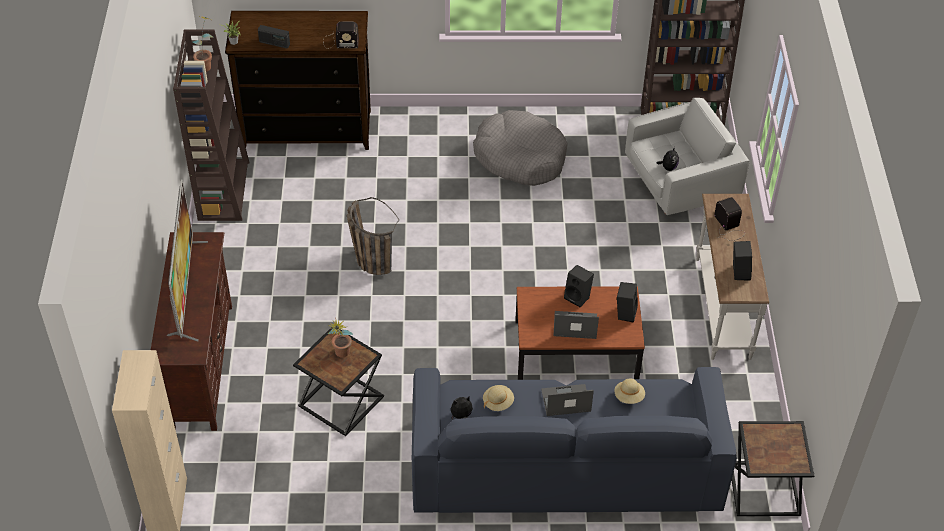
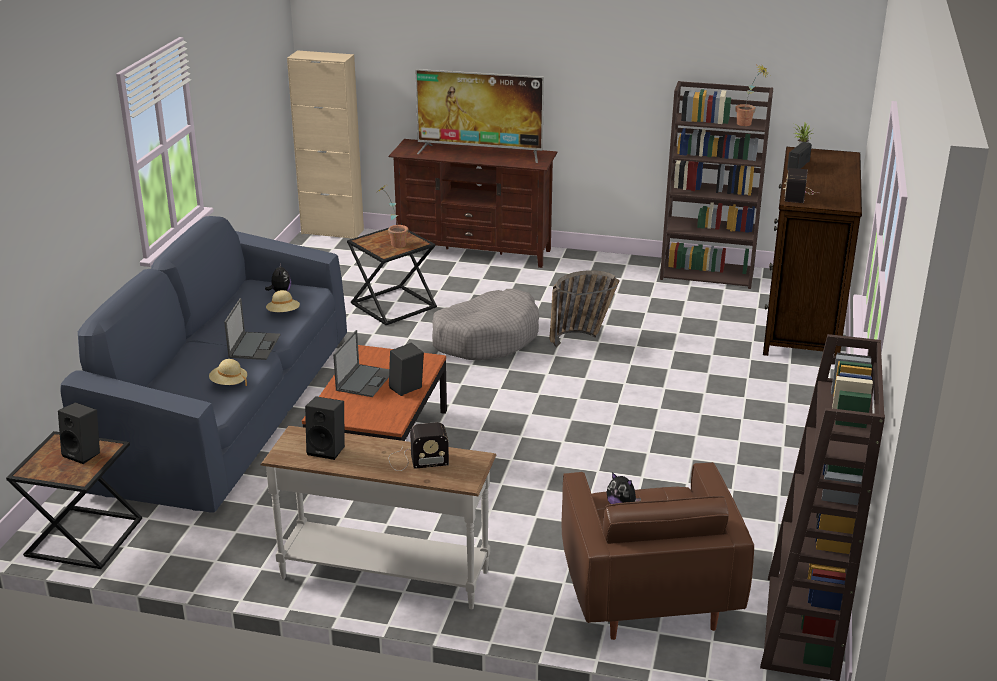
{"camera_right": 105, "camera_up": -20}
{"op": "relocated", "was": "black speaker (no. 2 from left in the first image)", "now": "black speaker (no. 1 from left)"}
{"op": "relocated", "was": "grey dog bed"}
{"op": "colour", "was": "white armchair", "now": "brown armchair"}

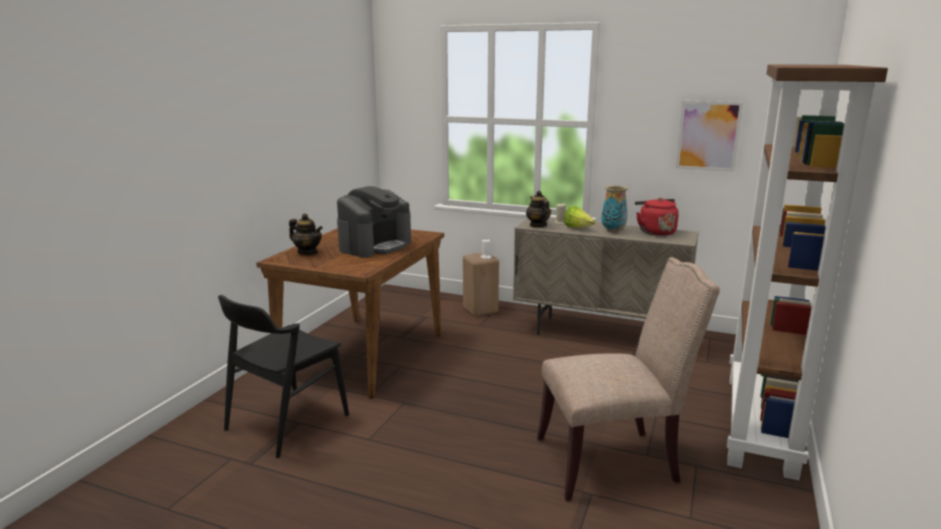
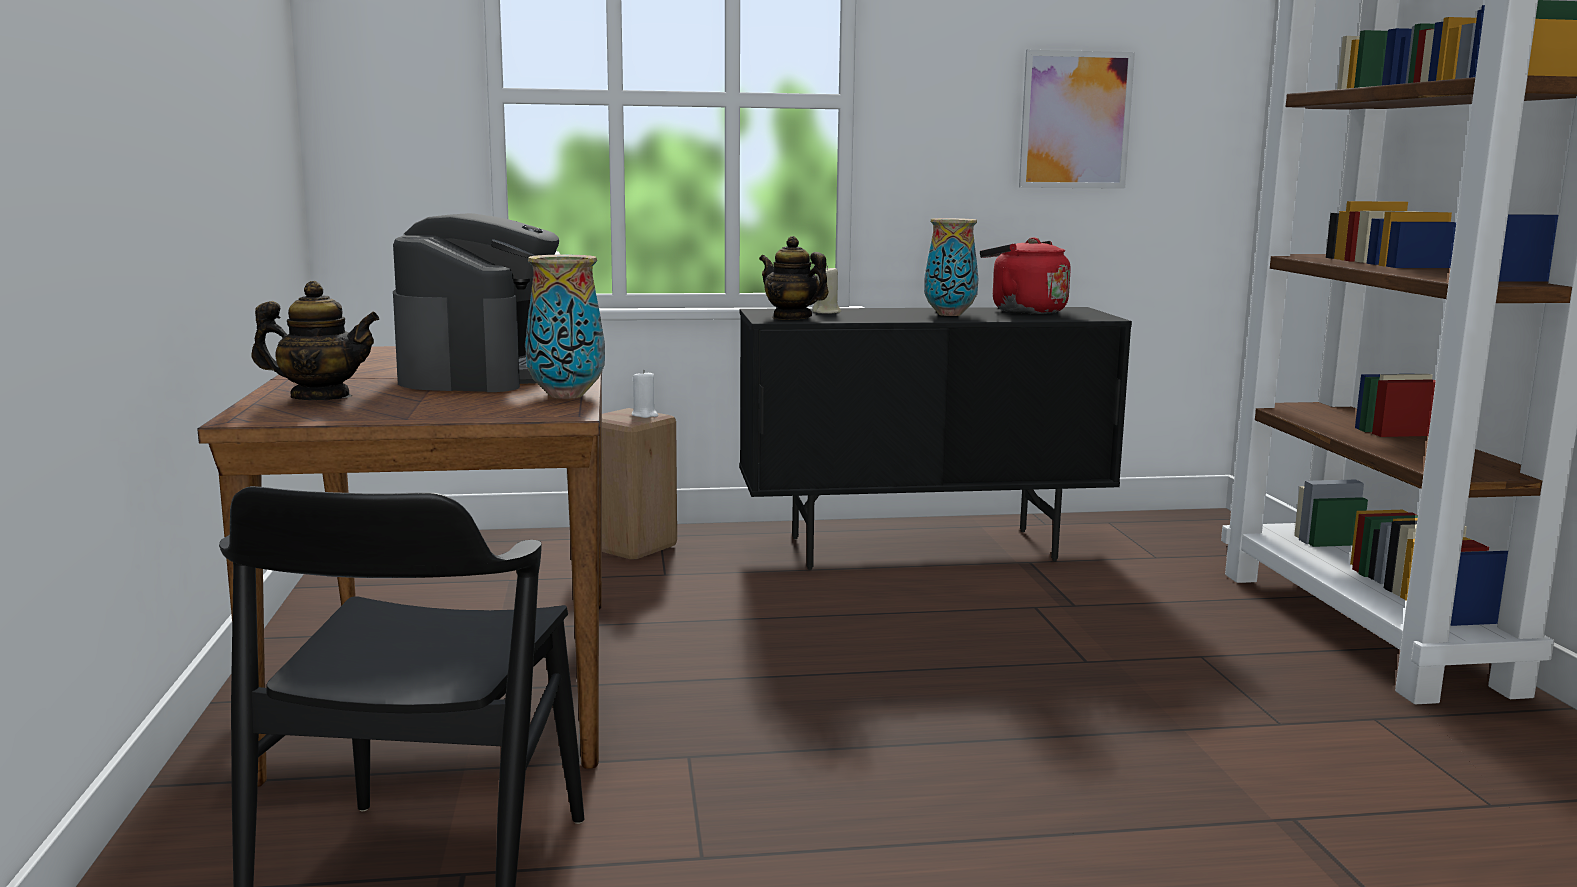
{"camera_right": -30, "camera_up": -5}
{"op": "appeared", "now": "vase (no. 1 from left)"}
{"op": "colour", "was": "beige cabinet", "now": "black cabinet"}
{"op": "missing", "was": "beige chair"}
{"op": "missing", "was": "lettuce"}

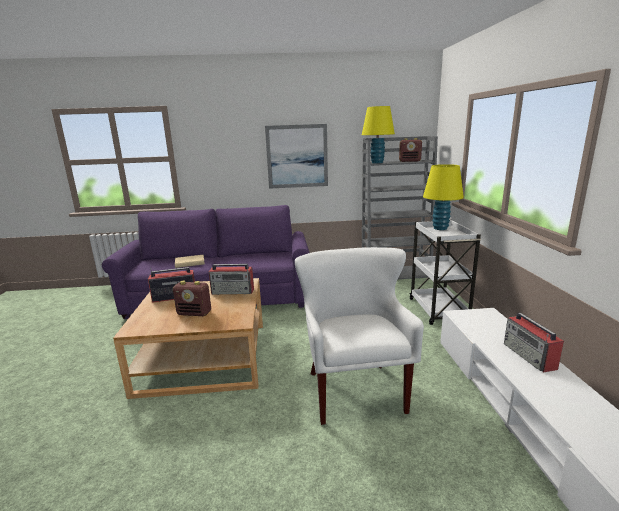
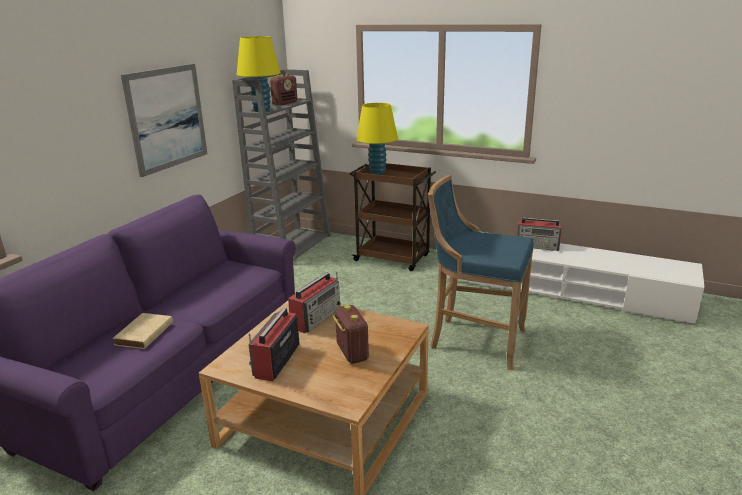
{"camera_right": -60, "camera_up": 5}
{"op": "spun", "was": "radio (no. 2 from left in the first image)", "clockwise": -60}
{"op": "colour", "was": "white cart", "now": "brown cart"}
{"op": "exchanged", "was": "white armchair", "now": "blue stool"}

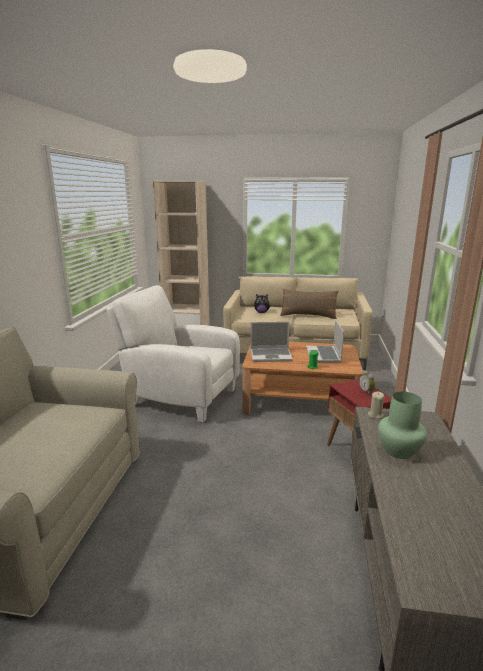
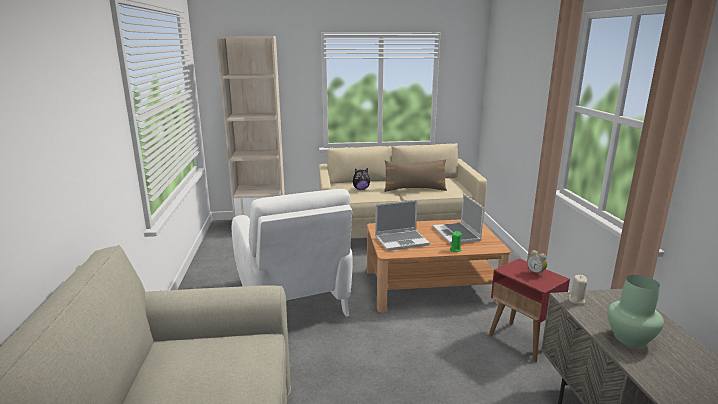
{"camera_right": -15, "camera_up": 0}
{"op": "spun", "was": "white armchair", "clockwise": -120}

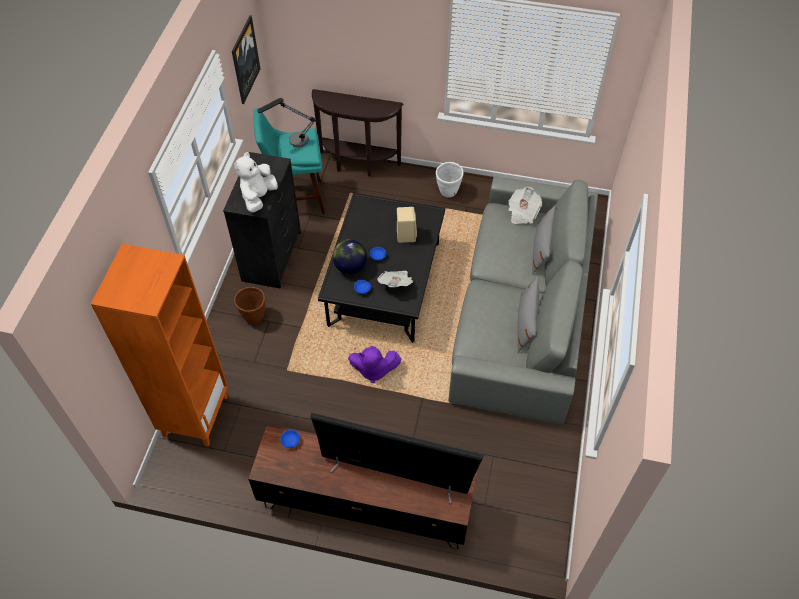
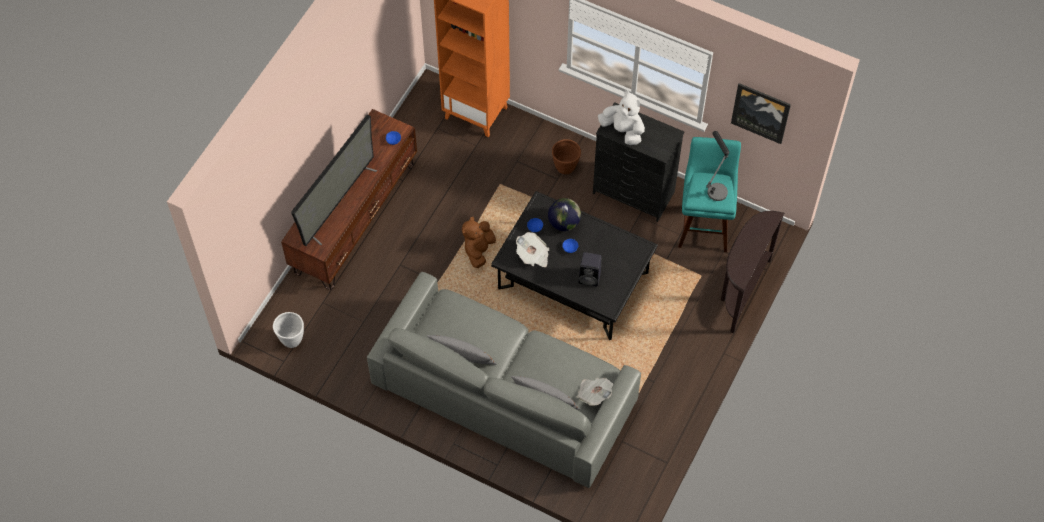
{"camera_right": 105, "camera_up": 5}
{"op": "relocated", "was": "white planter"}
{"op": "colour", "was": "purple plush toy", "now": "brown plush toy"}
{"op": "colour", "was": "beige speaker", "now": "black speaker"}

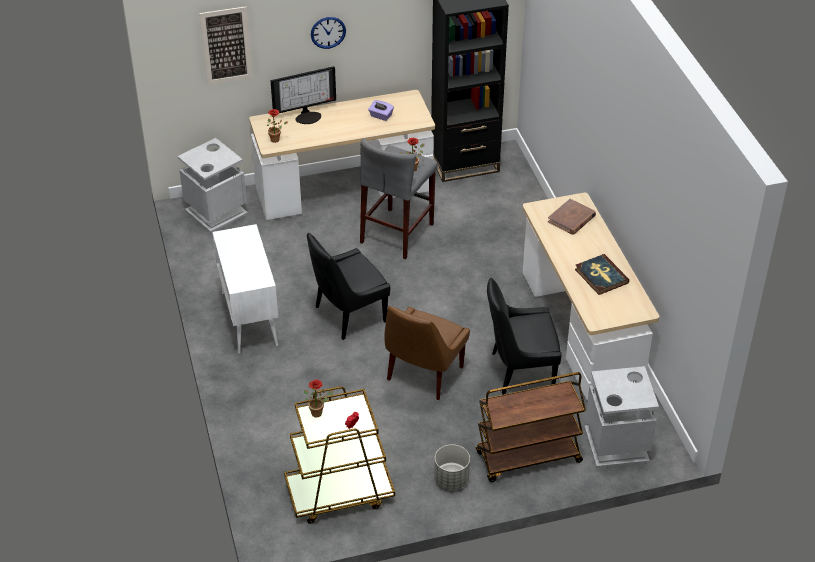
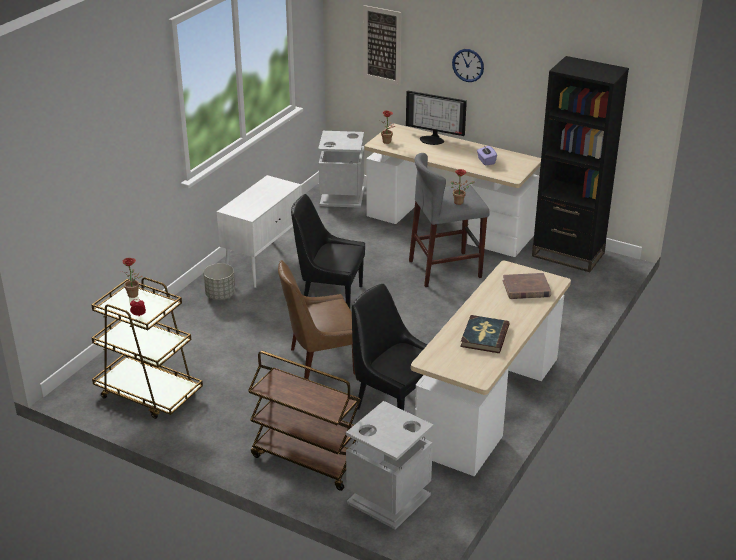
{"camera_right": 45, "camera_up": -10}
{"op": "relocated", "was": "grey planter"}

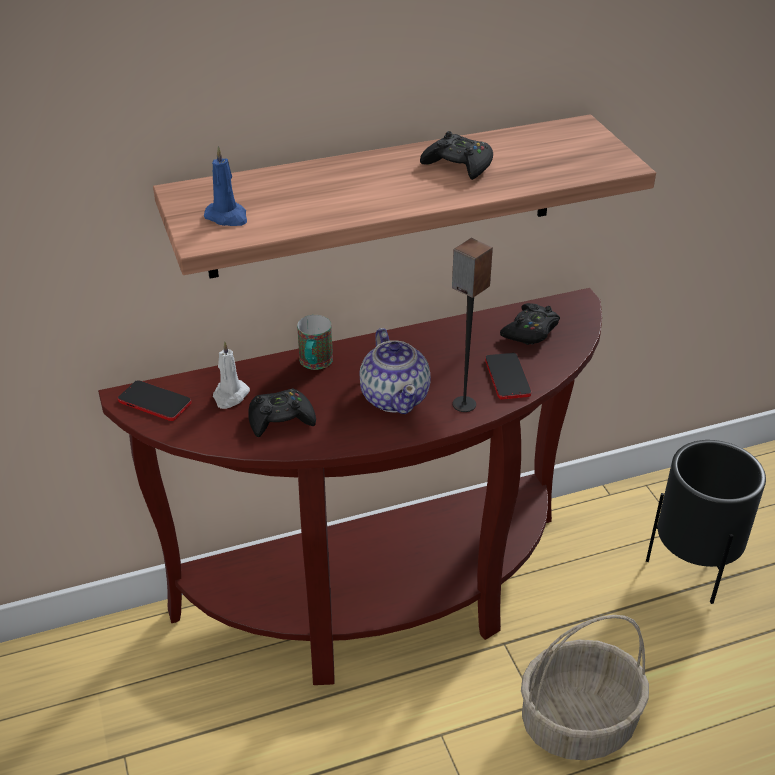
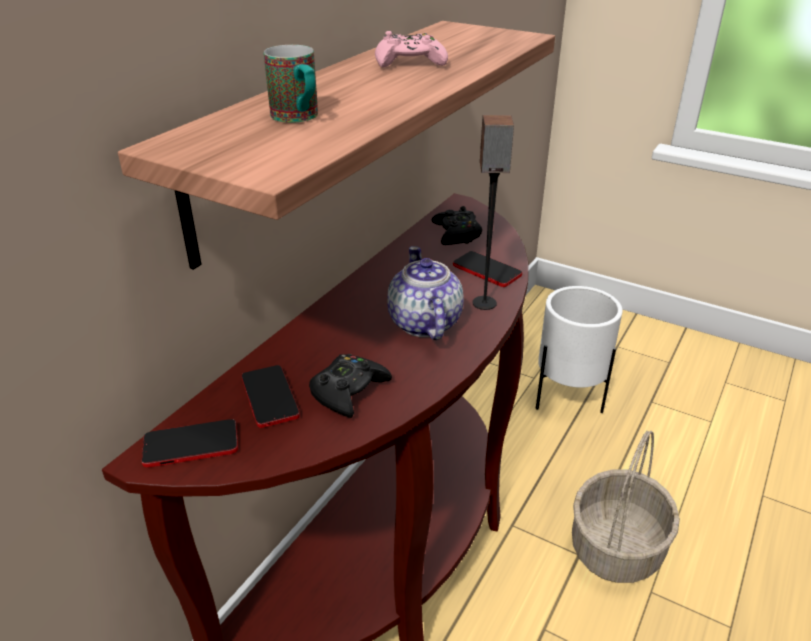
{"camera_right": -40, "camera_up": -5}
{"op": "exchanged", "was": "white candle", "now": "phone (no. 2 from left)"}
{"op": "relocated", "was": "mug"}
{"op": "colour", "was": "black game controller (no. 2 from left)", "now": "pink game controller"}
{"op": "spun", "was": "teapot", "clockwise": -135}
{"op": "colour", "was": "black planter", "now": "white planter"}
{"op": "missing", "was": "blue candle"}

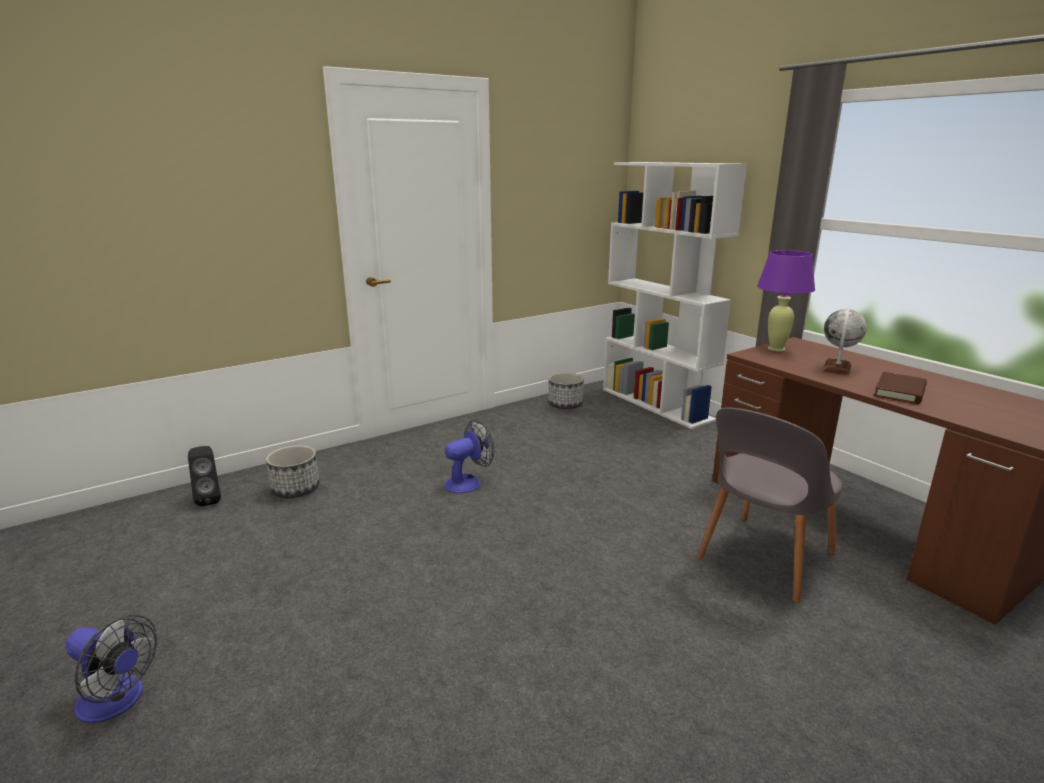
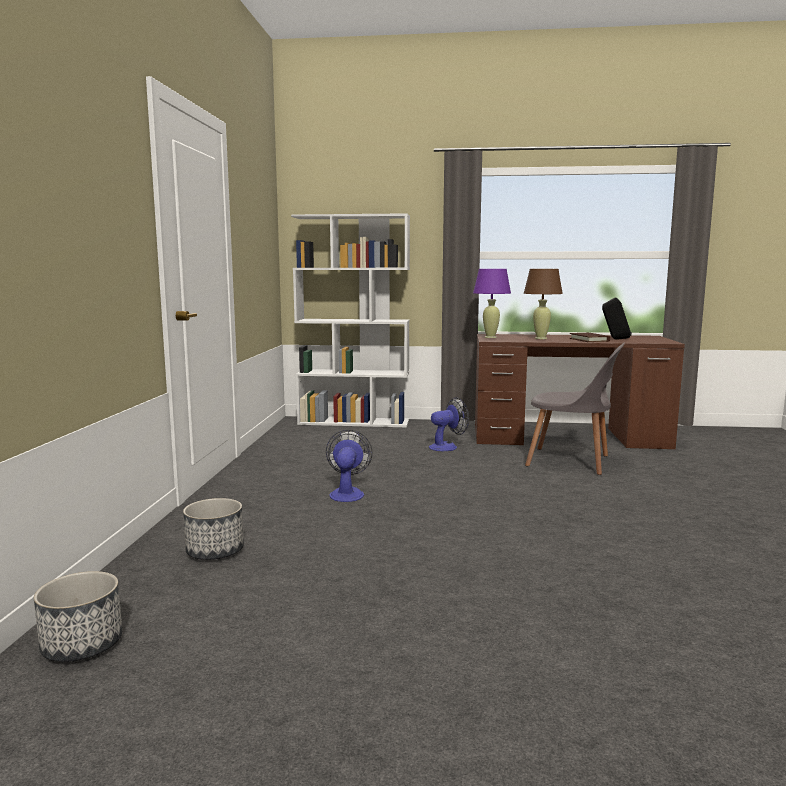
{"camera_right": -50, "camera_up": -10}
{"op": "relocated", "was": "planter (no. 2 from left in the first image)", "now": "planter (no. 1 from left)"}
{"op": "relocated", "was": "fan (no. 1 from left in the first image)", "now": "fan (no. 2 from left)"}
{"op": "exchanged", "was": "globe", "now": "brown table lamp"}
{"op": "spun", "was": "grey chair", "clockwise": -60}
{"op": "relocated", "was": "black speaker"}

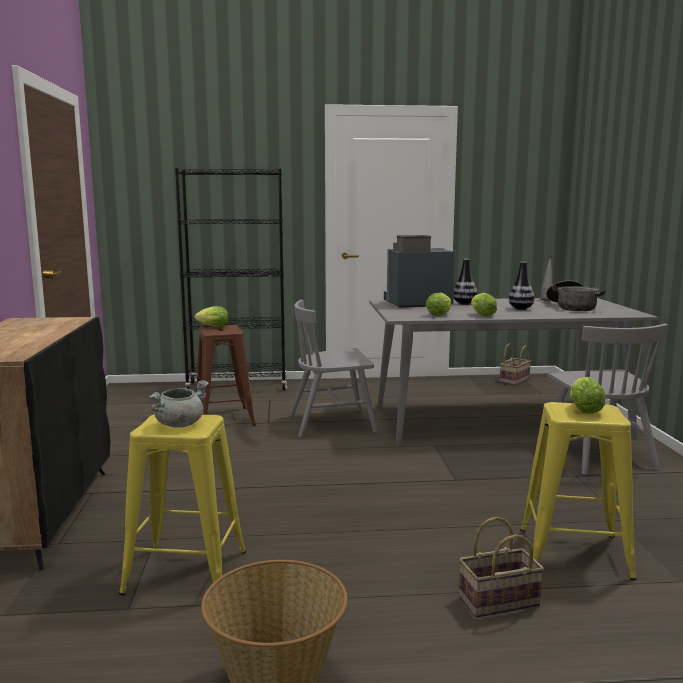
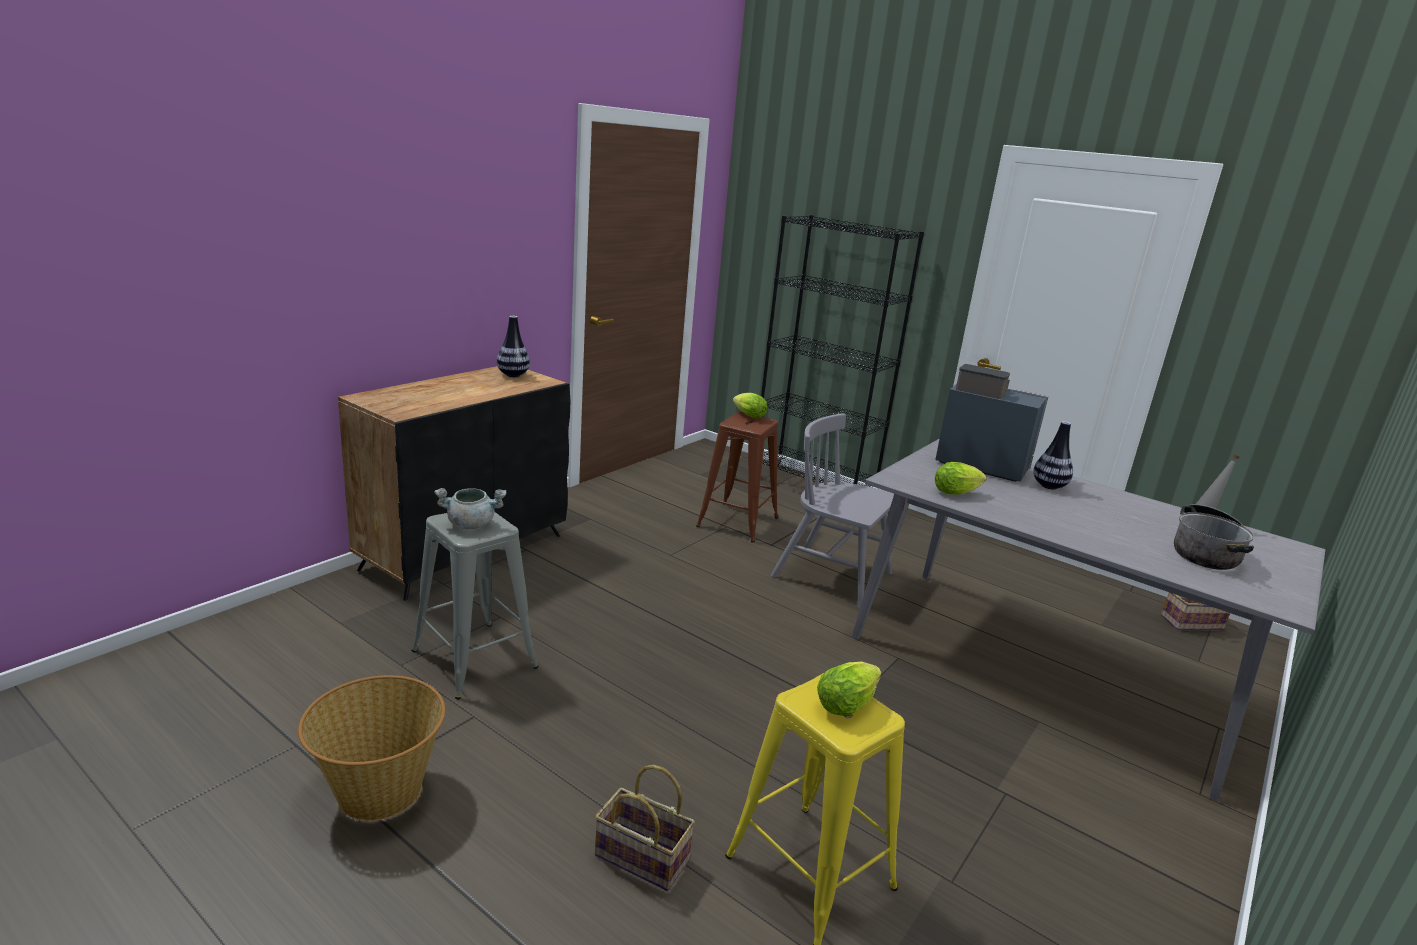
{"camera_right": 40, "camera_up": 10}
{"op": "colour", "was": "yellow stool (no. 1 from left)", "now": "grey stool"}
{"op": "relocated", "was": "vase (no. 2 from left in the first image)", "now": "vase (no. 1 from left)"}
{"op": "missing", "was": "lettuce (no. 3 from left)"}
{"op": "missing", "was": "grey chair (no. 2 from left)"}

